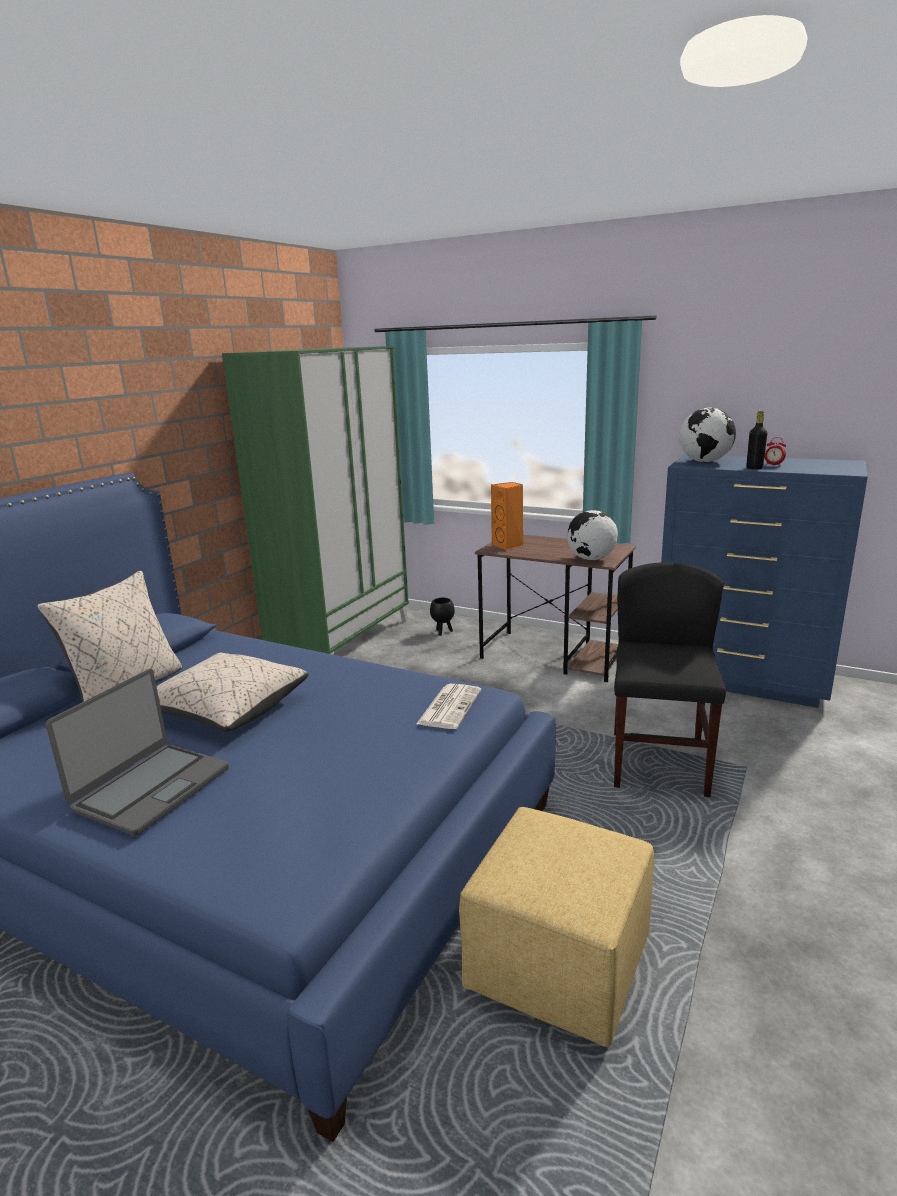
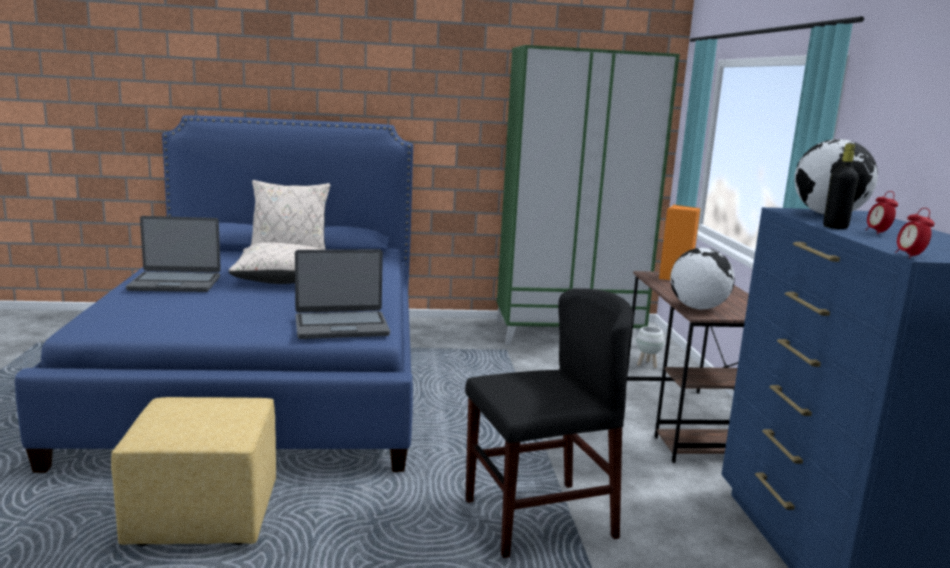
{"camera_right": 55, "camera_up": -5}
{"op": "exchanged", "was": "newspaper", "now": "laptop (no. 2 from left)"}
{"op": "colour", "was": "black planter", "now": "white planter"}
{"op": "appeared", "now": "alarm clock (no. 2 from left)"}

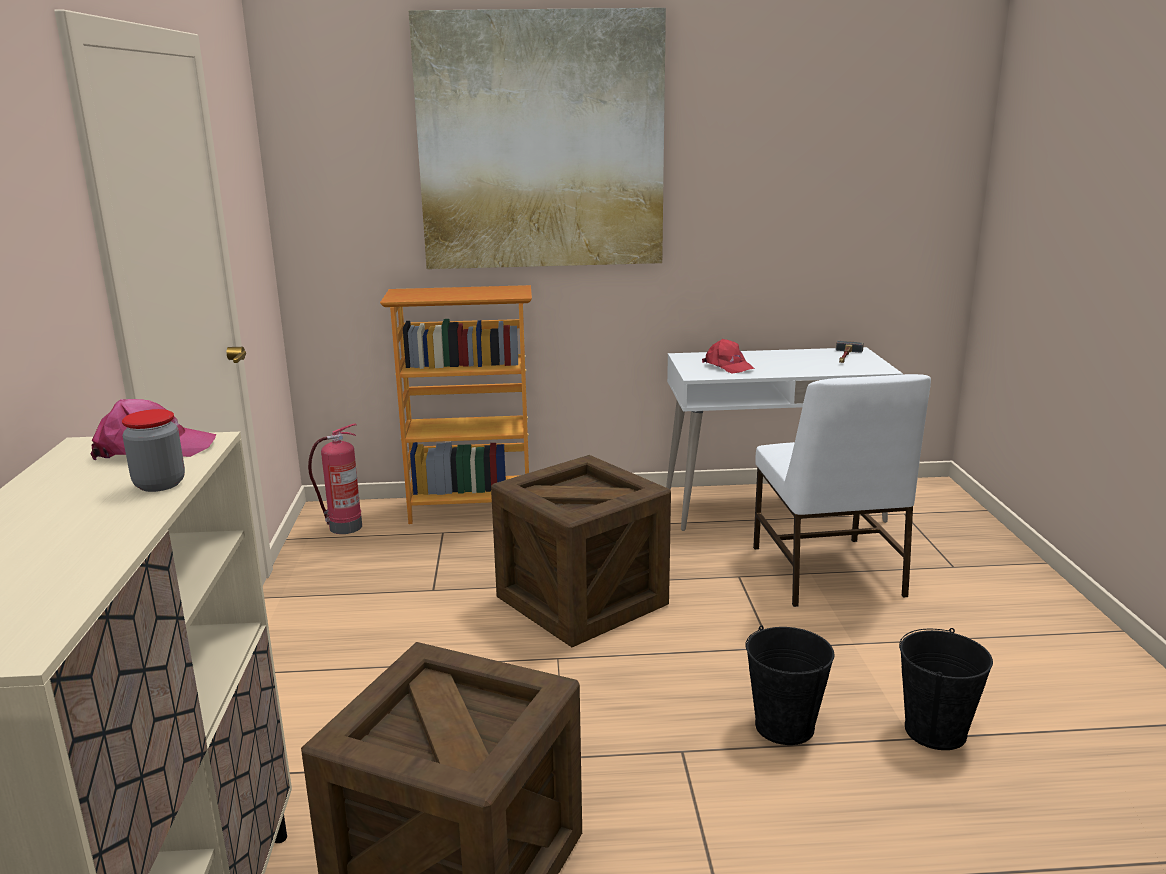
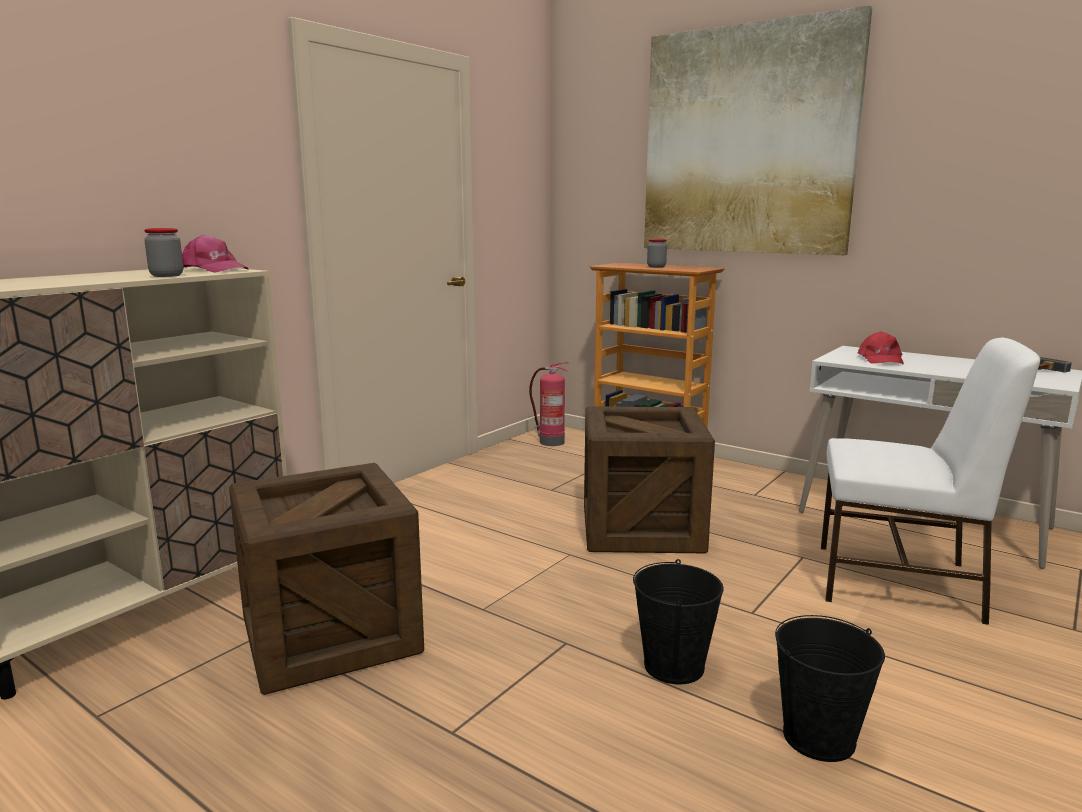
{"camera_right": 40, "camera_up": -5}
{"op": "appeared", "now": "jar (no. 2 from left)"}
{"op": "spun", "was": "white chair", "clockwise": -105}

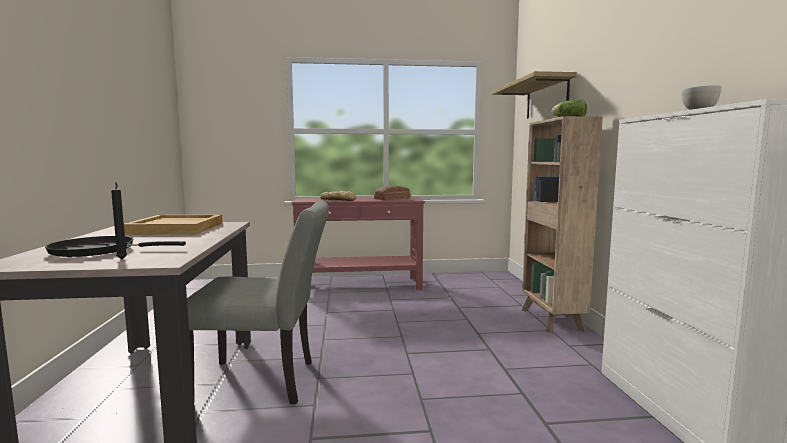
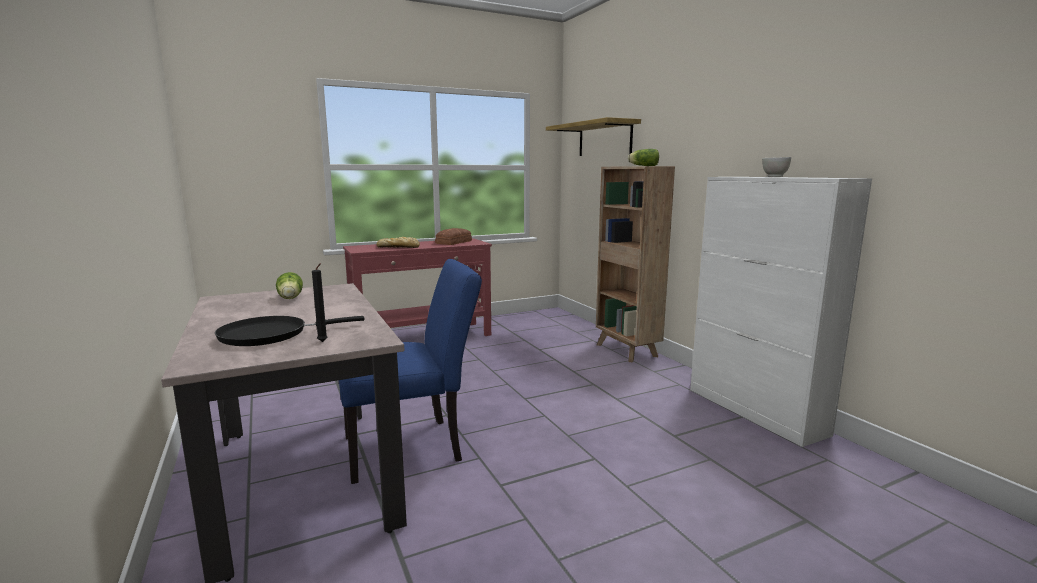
{"camera_right": -20, "camera_up": 5}
{"op": "exchanged", "was": "beige tray", "now": "lettuce (no. 1 from left)"}
{"op": "colour", "was": "grey chair", "now": "blue chair"}

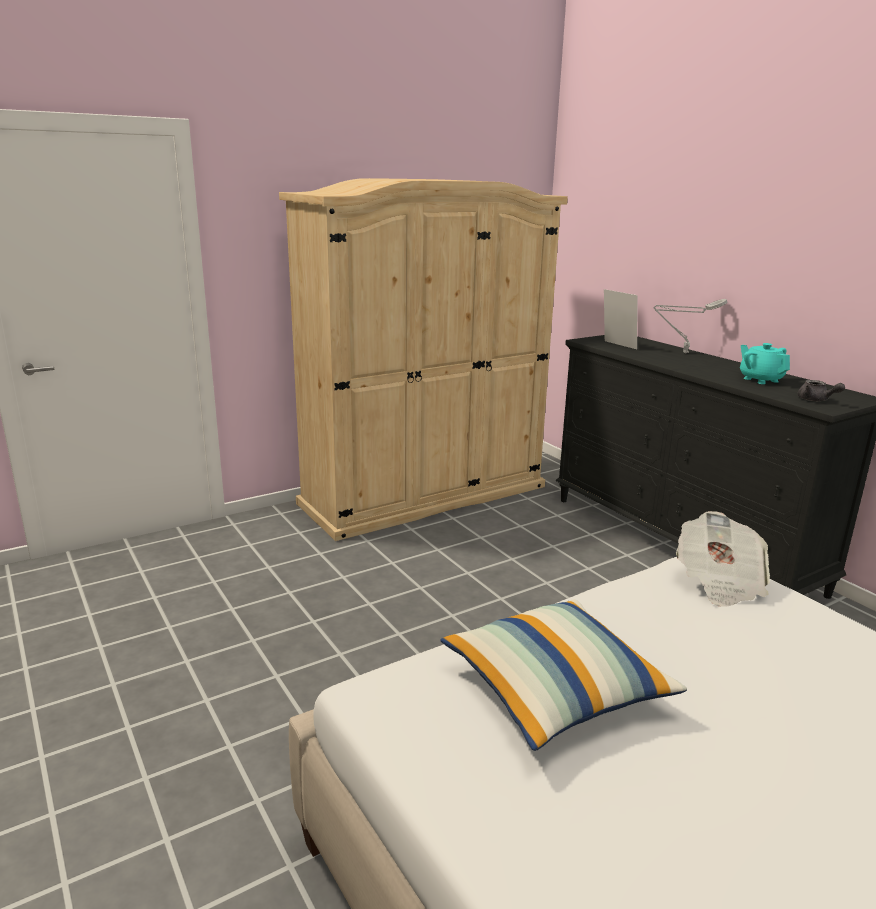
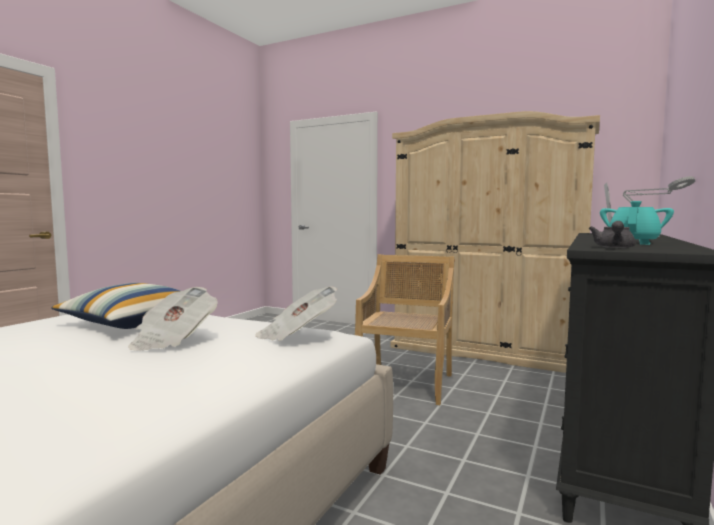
{"camera_right": 60, "camera_up": -15}
{"op": "appeared", "now": "newspaper (no. 1 from left)"}
{"op": "appeared", "now": "beige chair"}

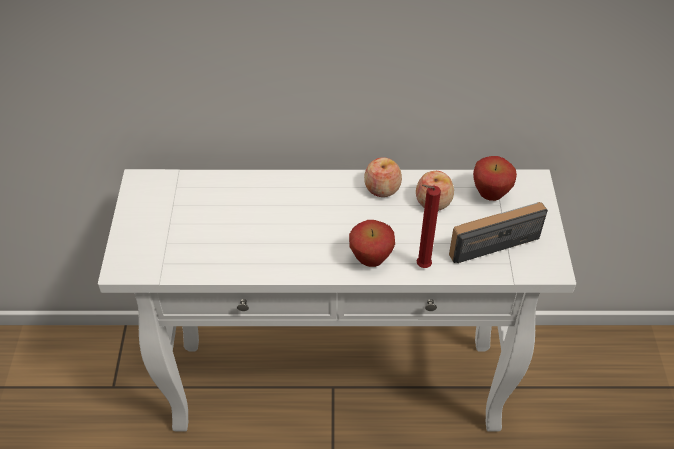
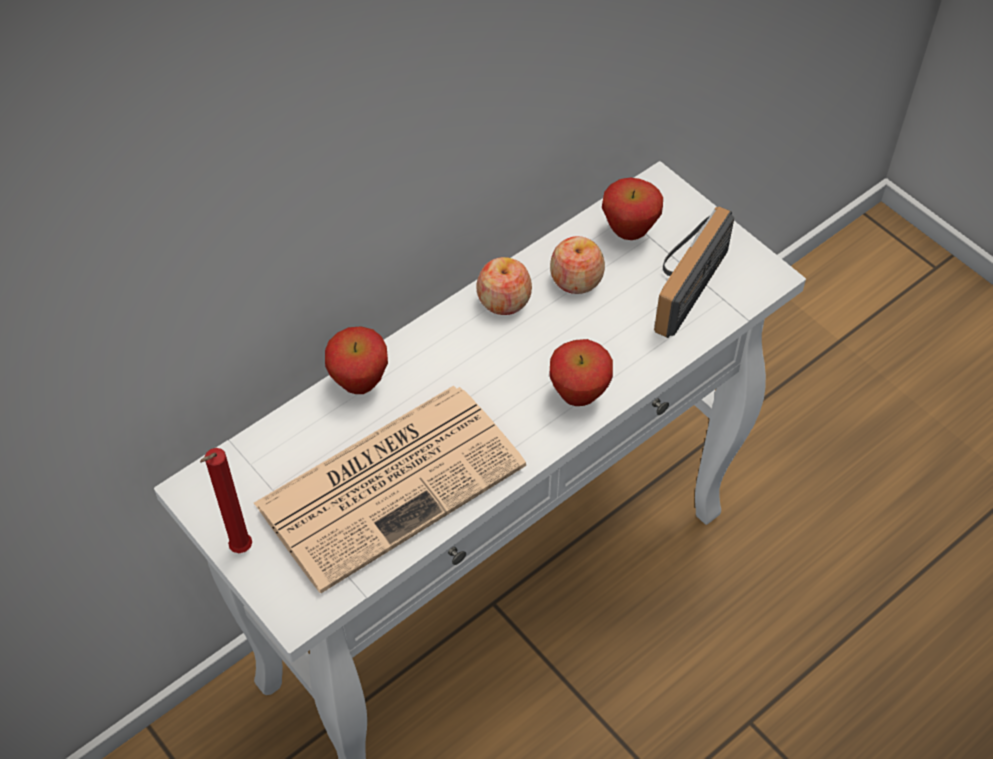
{"camera_right": -40, "camera_up": 5}
{"op": "relocated", "was": "red candle"}
{"op": "appeared", "now": "newspaper"}
{"op": "appeared", "now": "apple (no. 1 from left)"}

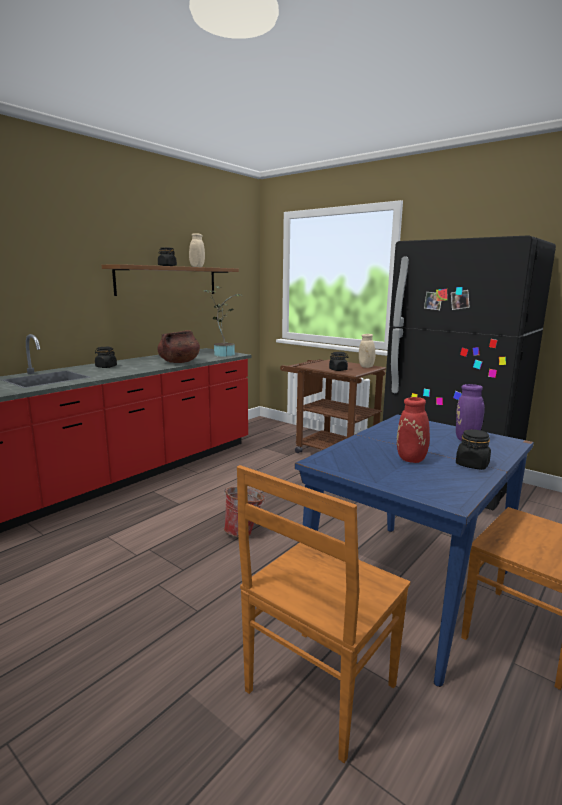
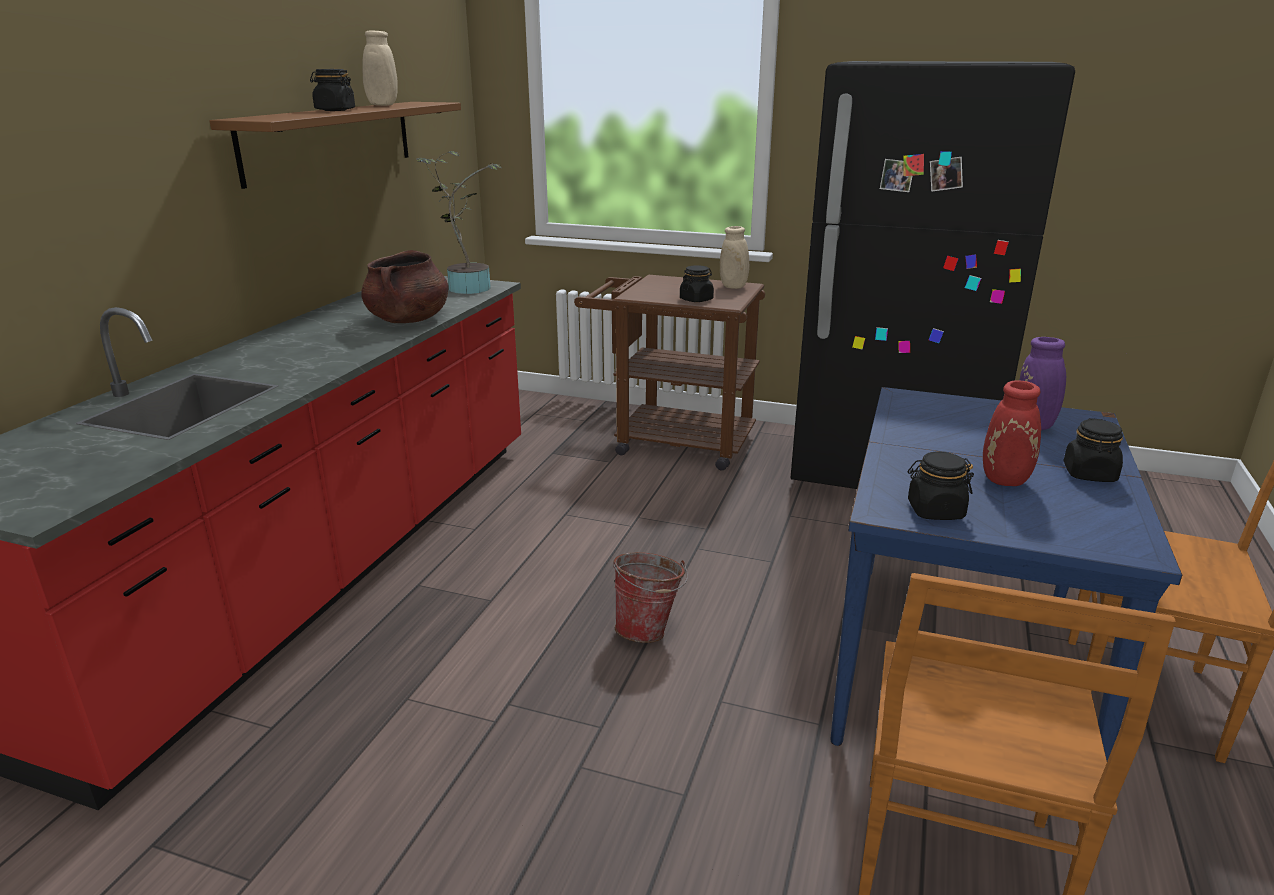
{"camera_right": -20, "camera_up": 10}
{"op": "relocated", "was": "black jar (no. 1 from left in the first image)", "now": "black jar (no. 3 from left)"}

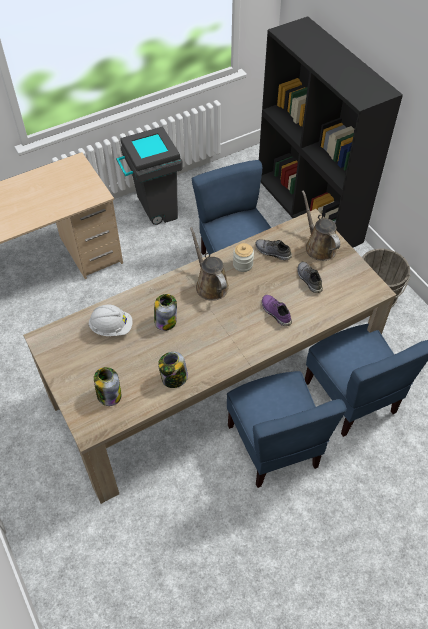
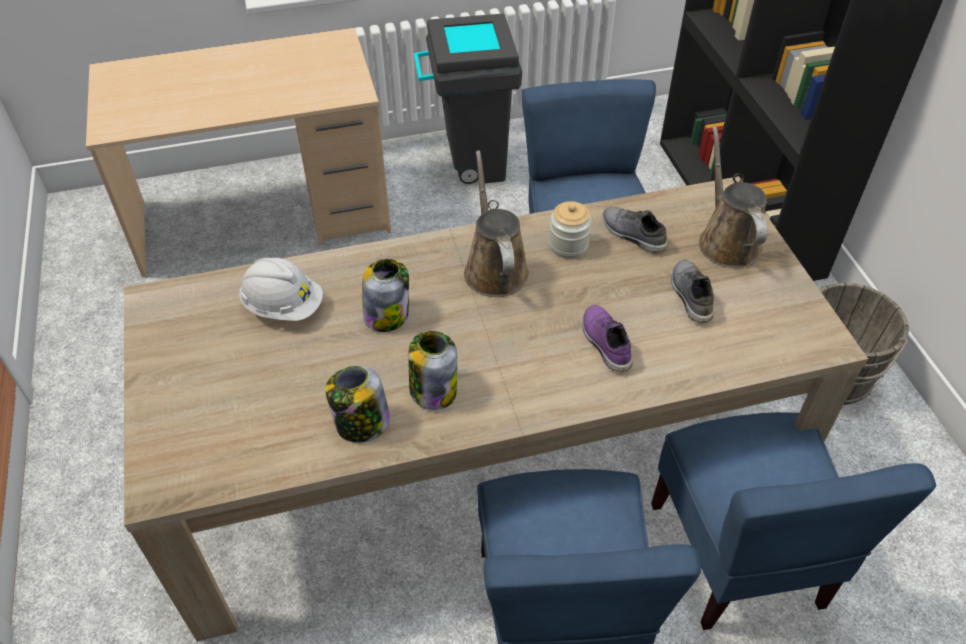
{"camera_right": 15, "camera_up": -5}
{"op": "relocated", "was": "jar (no. 1 from left in the first image)", "now": "jar (no. 3 from left)"}

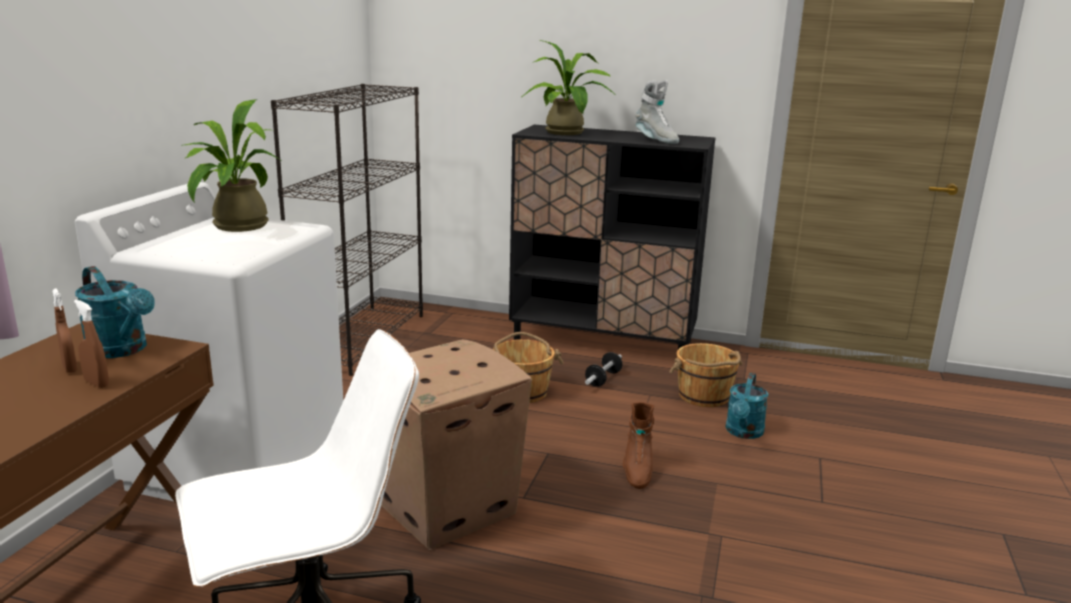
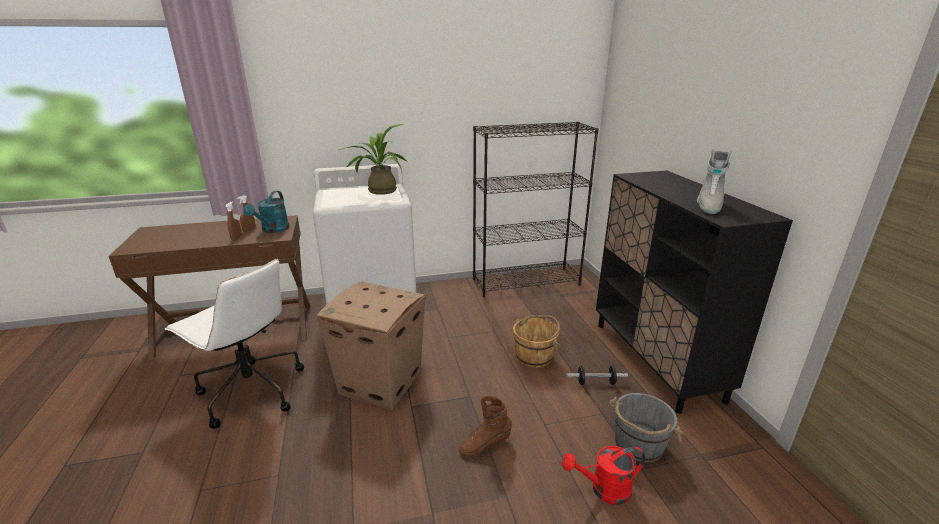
{"camera_right": 60, "camera_up": 5}
{"op": "colour", "was": "turquoise watering can (no. 2 from left)", "now": "red watering can"}
{"op": "colour", "was": "brown bucket (no. 2 from left)", "now": "grey bucket"}
{"op": "missing", "was": "potted plant (no. 2 from left)"}

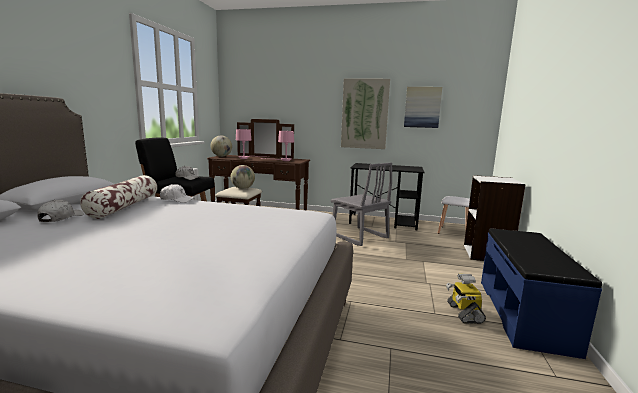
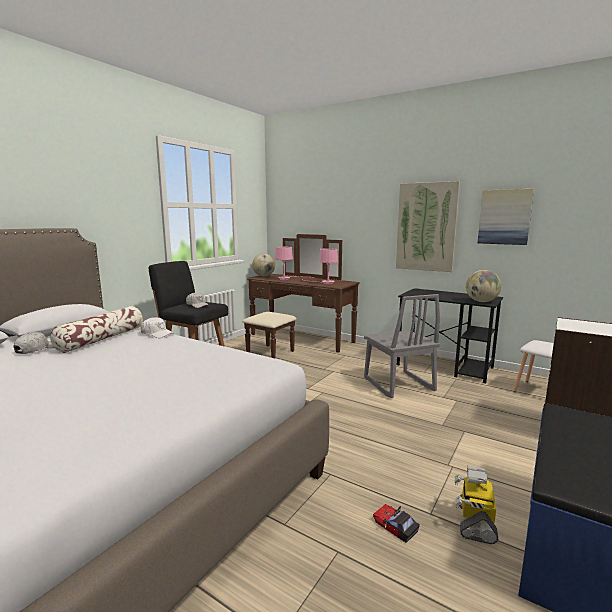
{"camera_right": 20, "camera_up": 0}
{"op": "appeared", "now": "toy car"}
{"op": "relocated", "was": "globe (no. 2 from left)"}

